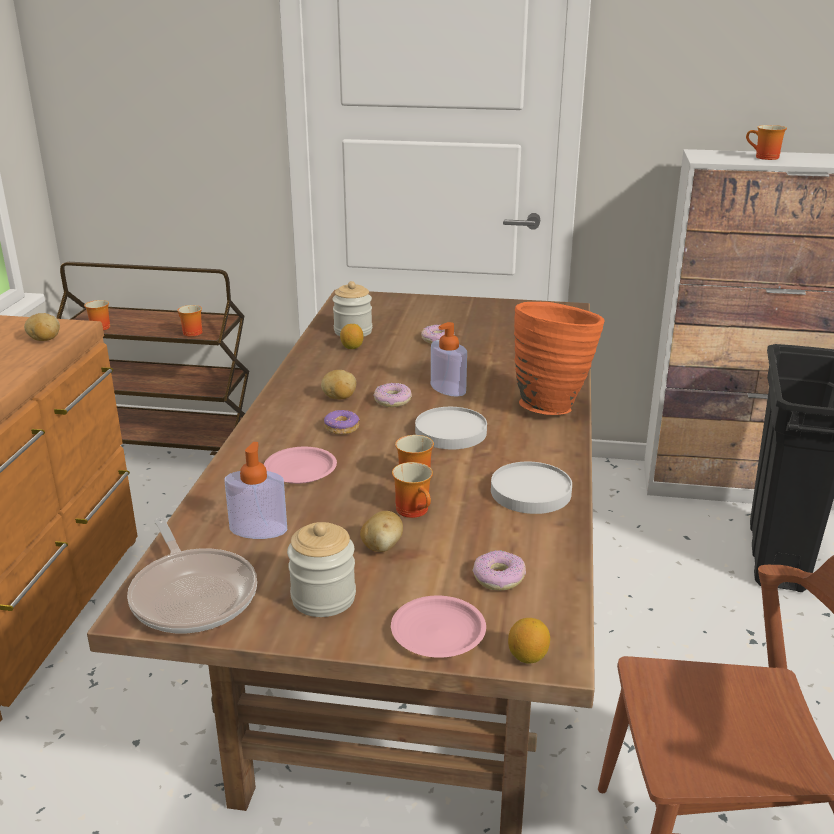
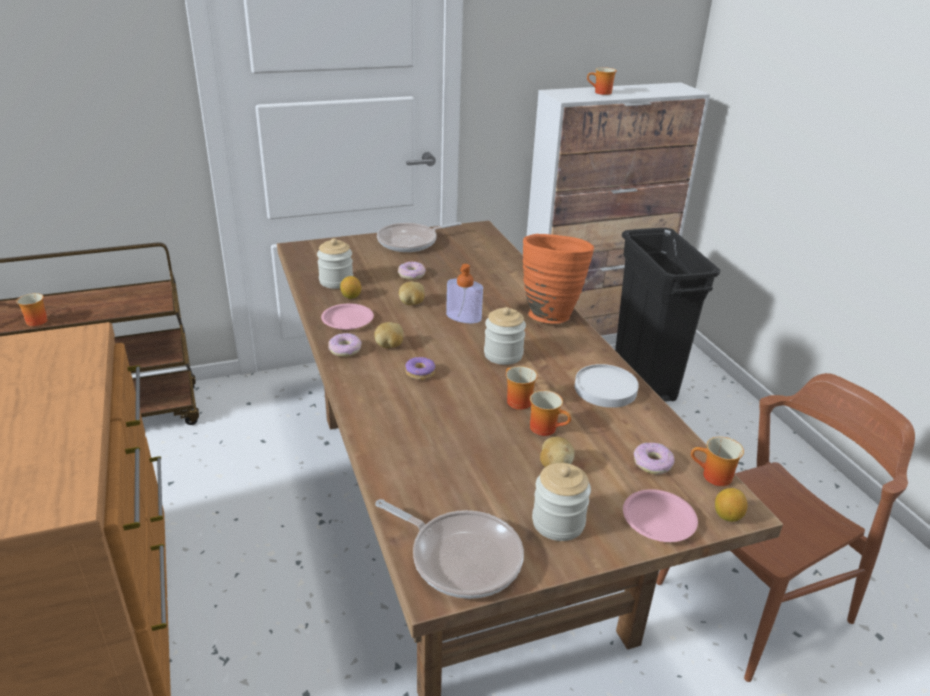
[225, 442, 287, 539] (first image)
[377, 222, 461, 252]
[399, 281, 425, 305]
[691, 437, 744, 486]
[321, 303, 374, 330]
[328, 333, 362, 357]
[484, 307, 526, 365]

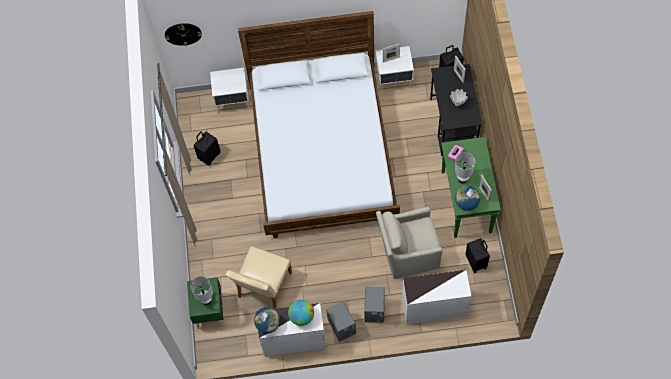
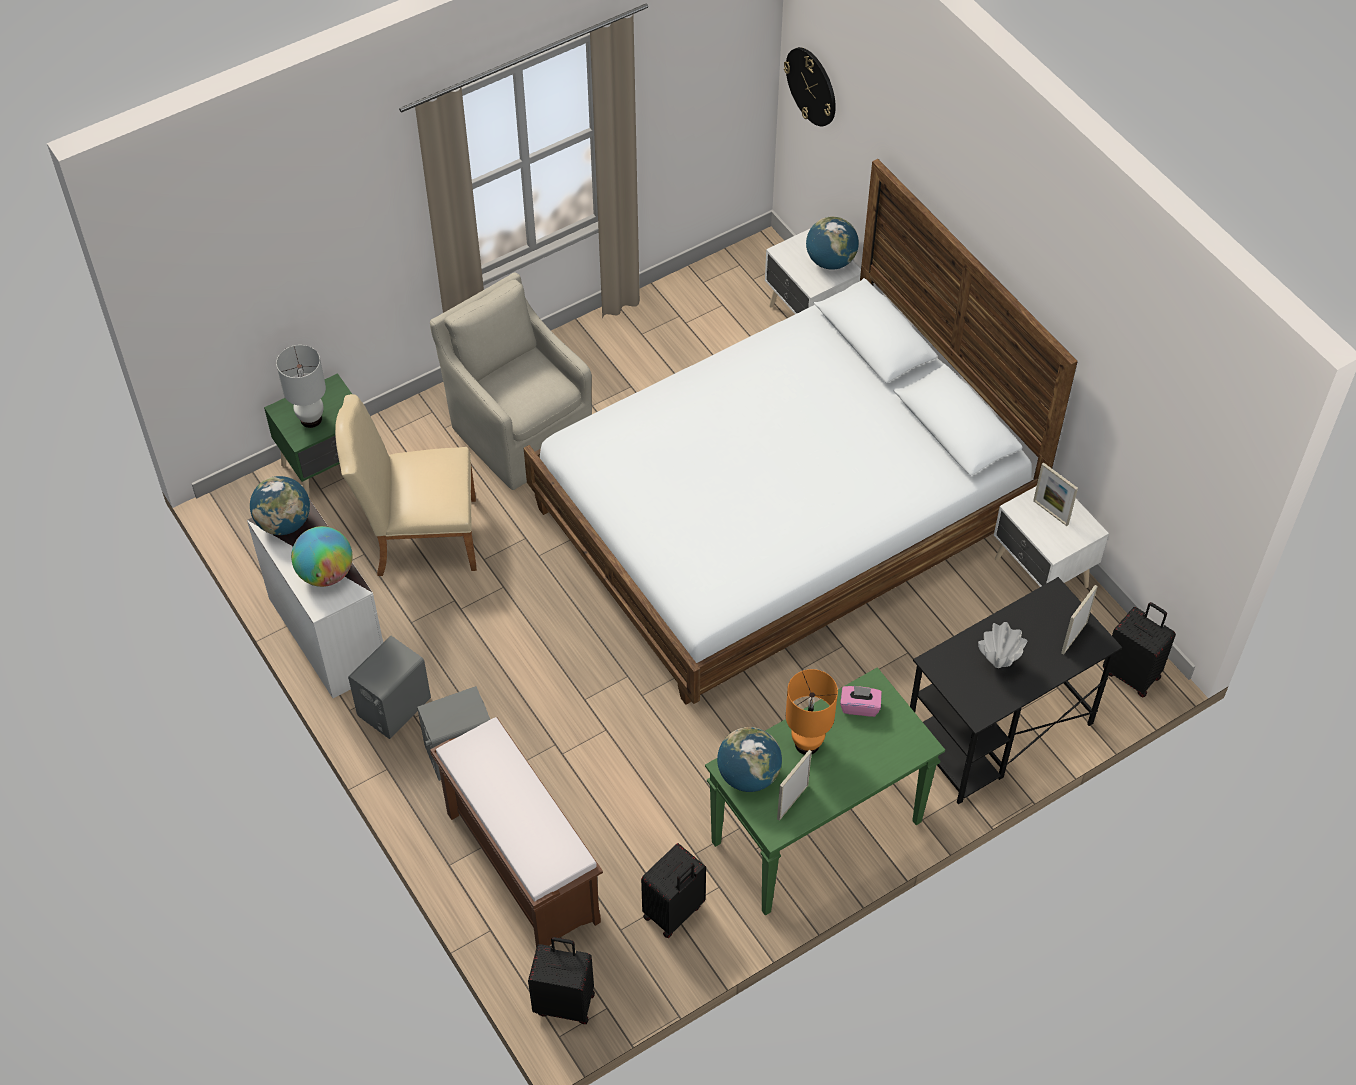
[806, 217, 859, 270]
[528, 937, 595, 1024]
[430, 272, 592, 490]
[430, 717, 603, 948]
[786, 669, 838, 755]

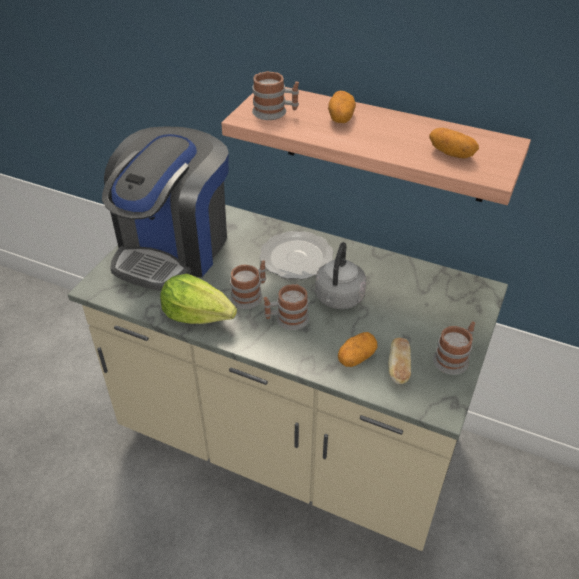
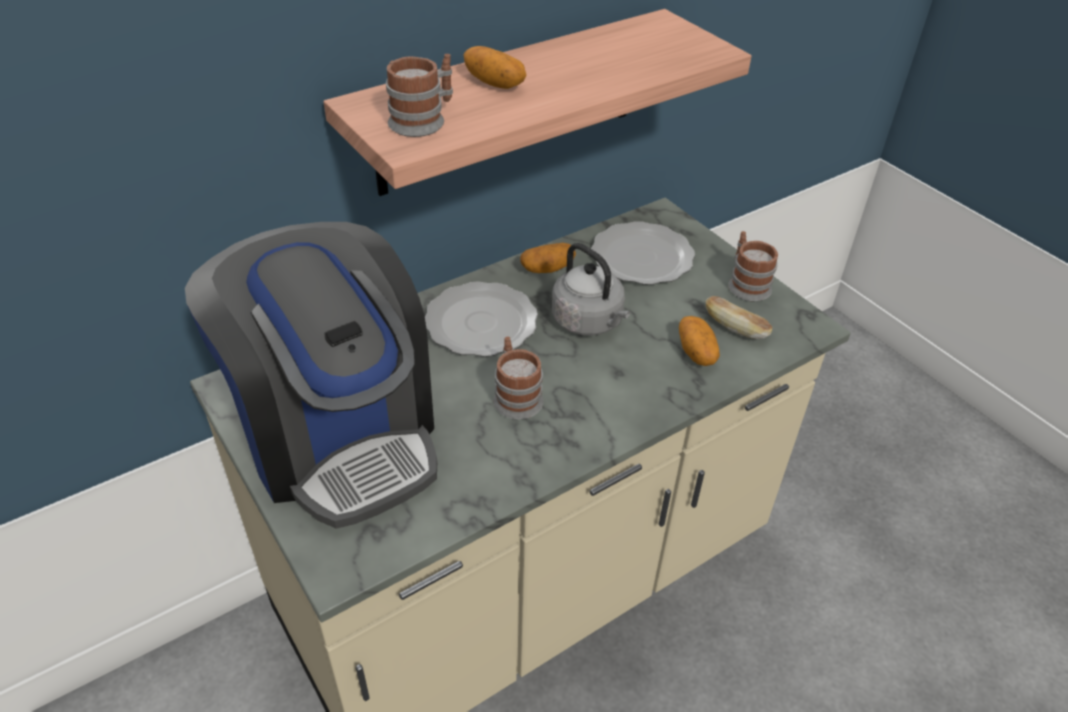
[160, 274, 237, 324] (first image)
[264, 284, 309, 330] (first image)
[591, 221, 695, 285]
[520, 243, 576, 273]

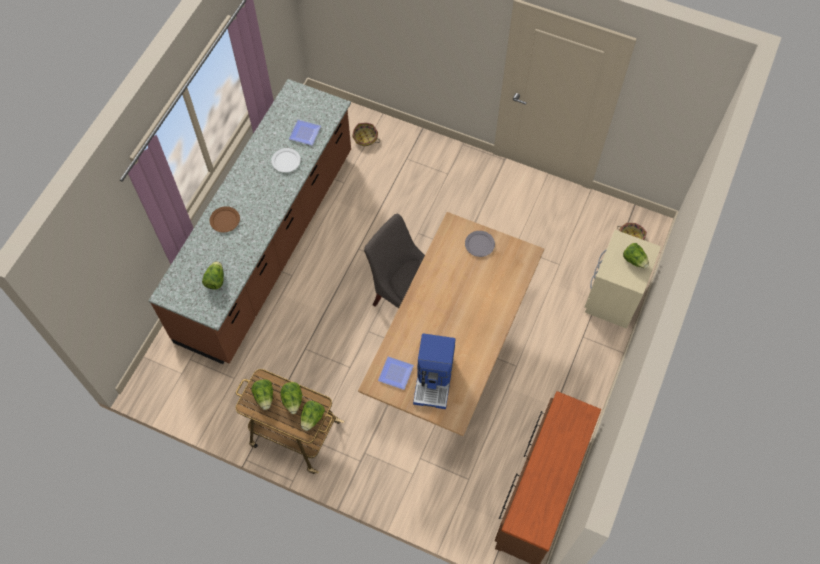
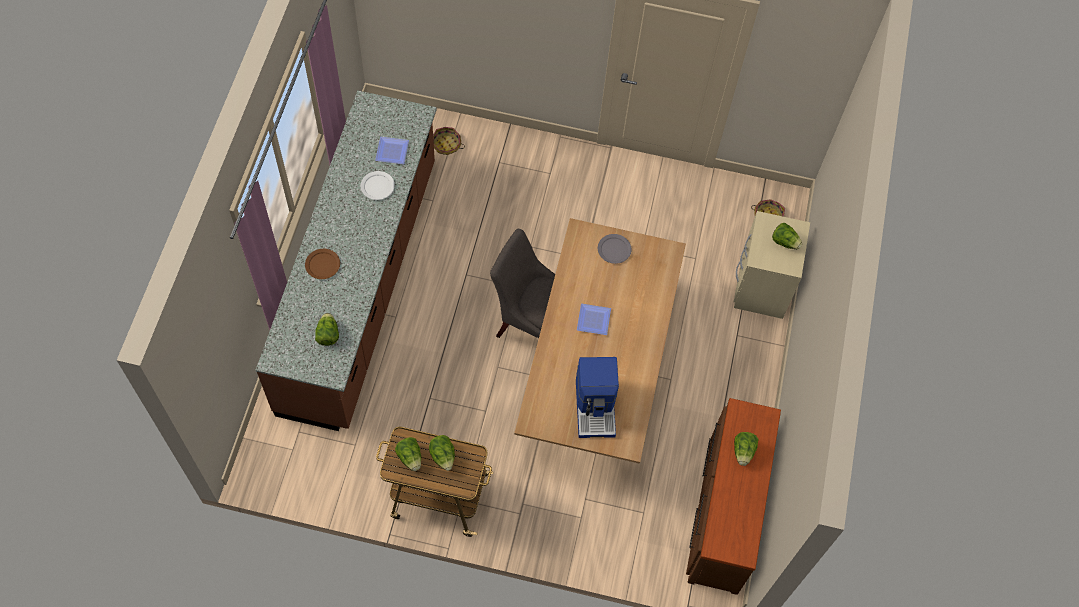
[734, 432, 759, 466]
[577, 303, 611, 335]

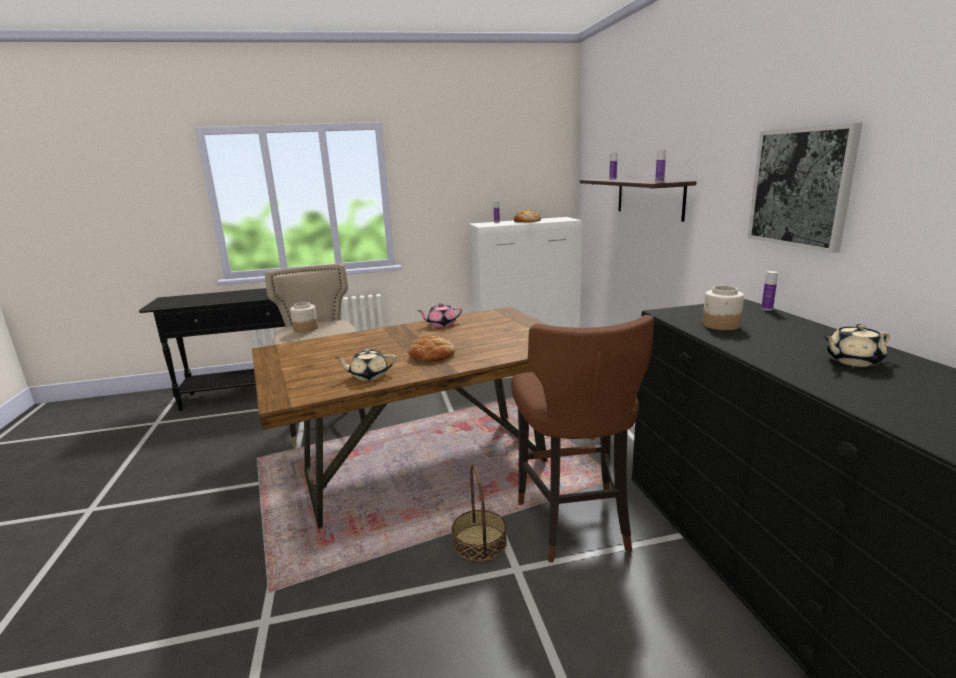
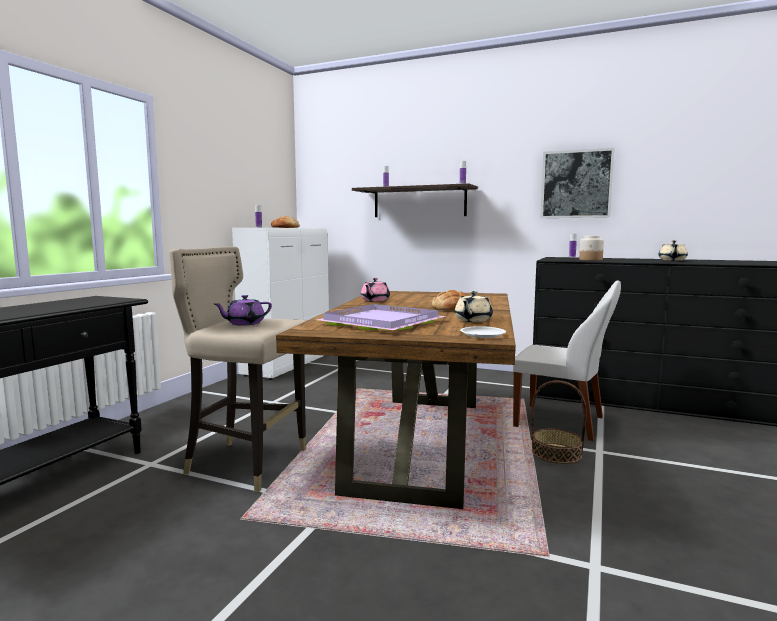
[317, 304, 446, 330]
[460, 326, 506, 338]
[215, 295, 272, 326]
[513, 280, 621, 441]

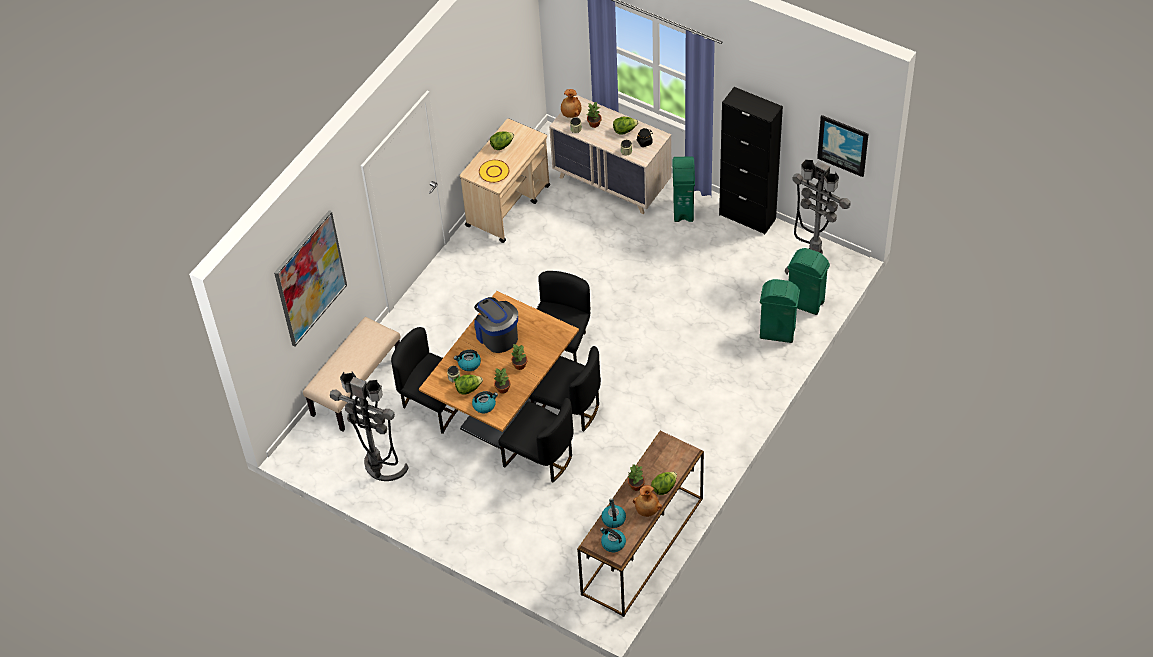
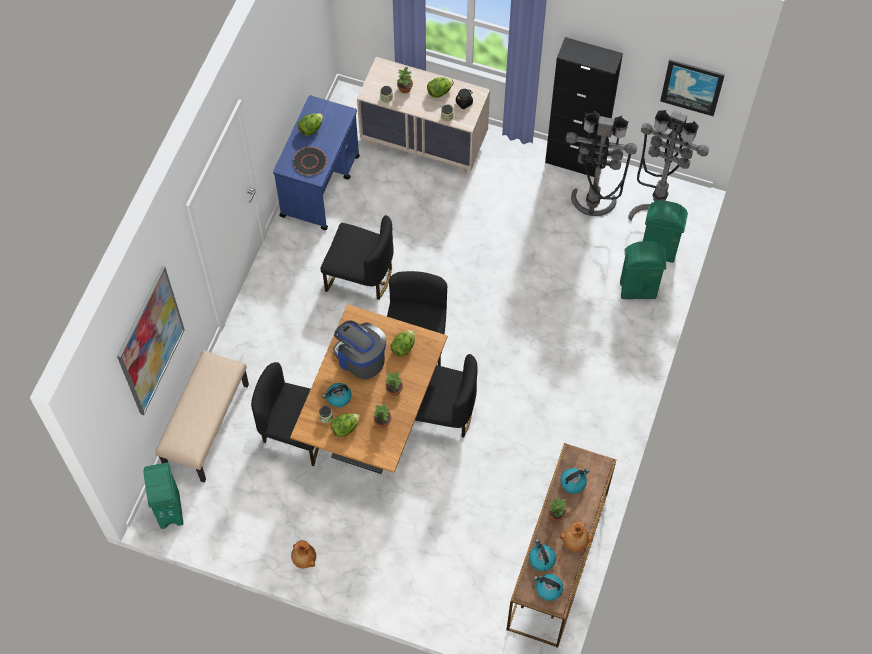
[566, 111, 637, 216]
[560, 468, 589, 494]
[320, 215, 394, 300]
[291, 540, 316, 568]
[390, 330, 415, 356]
[144, 463, 183, 529]
[273, 95, 360, 230]
[293, 147, 327, 175]

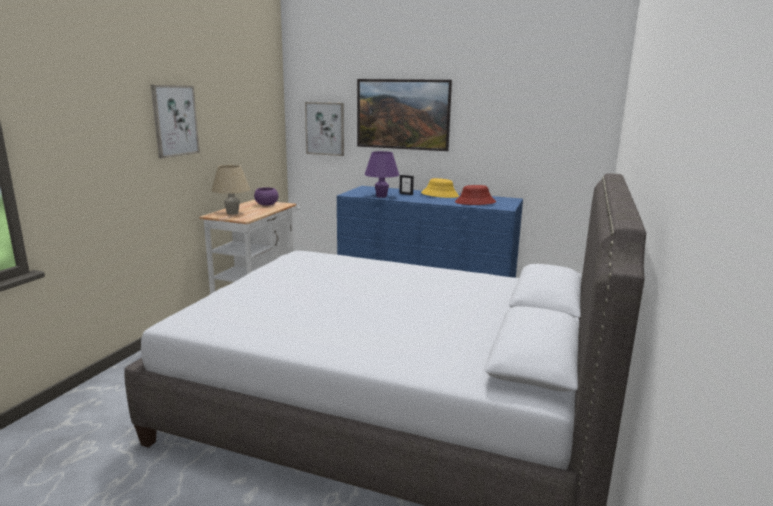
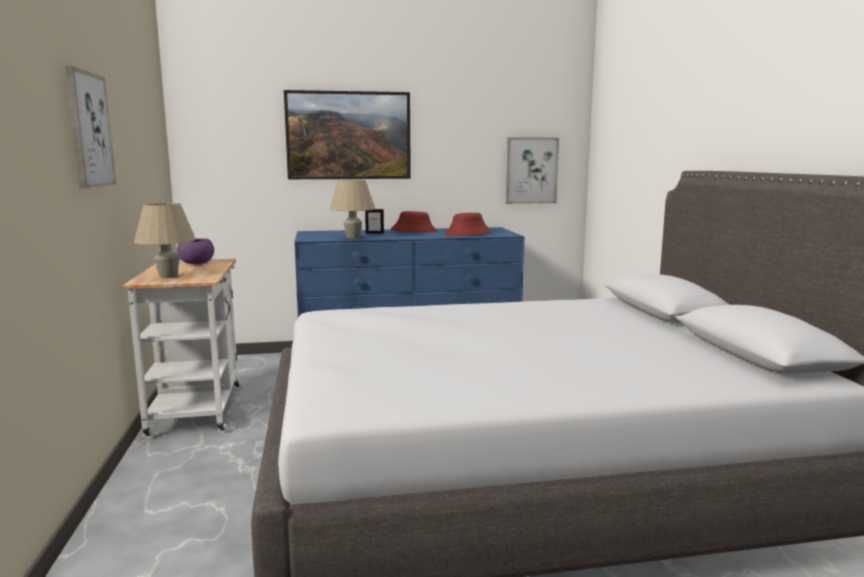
[506, 137, 559, 204]
[330, 179, 375, 239]
[391, 211, 437, 232]

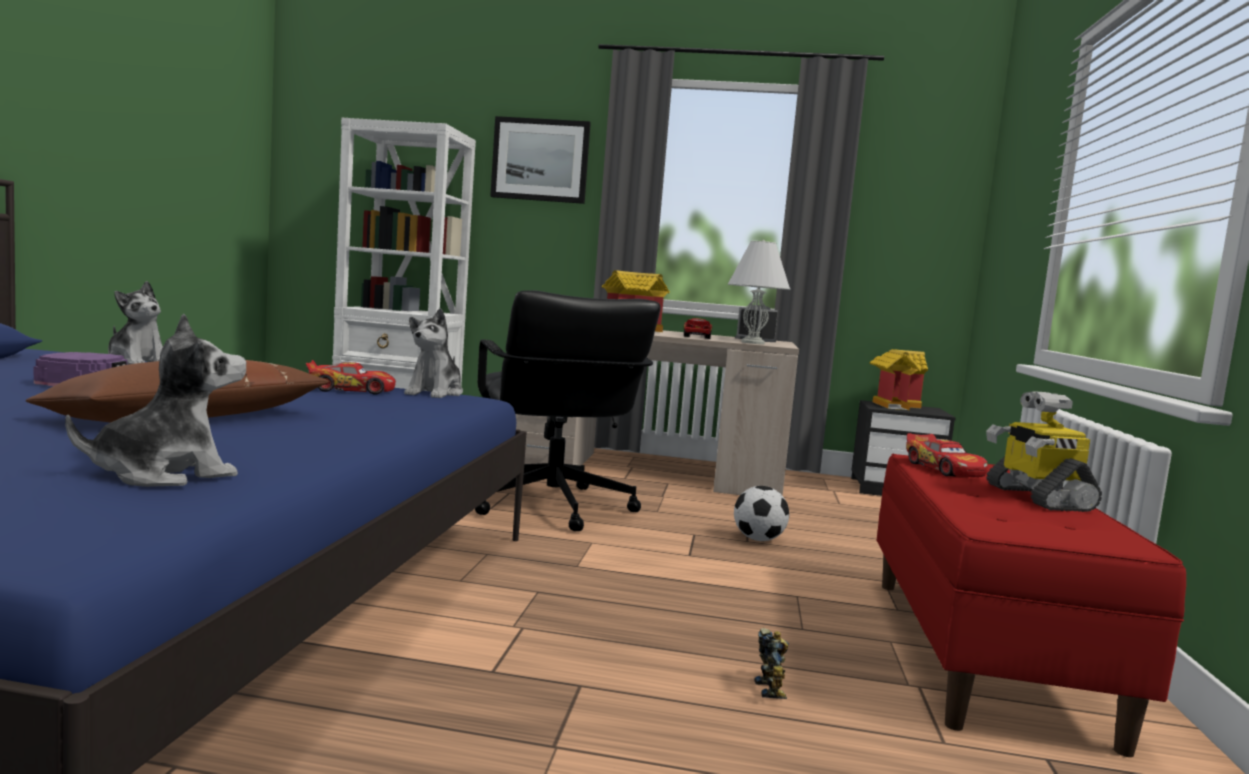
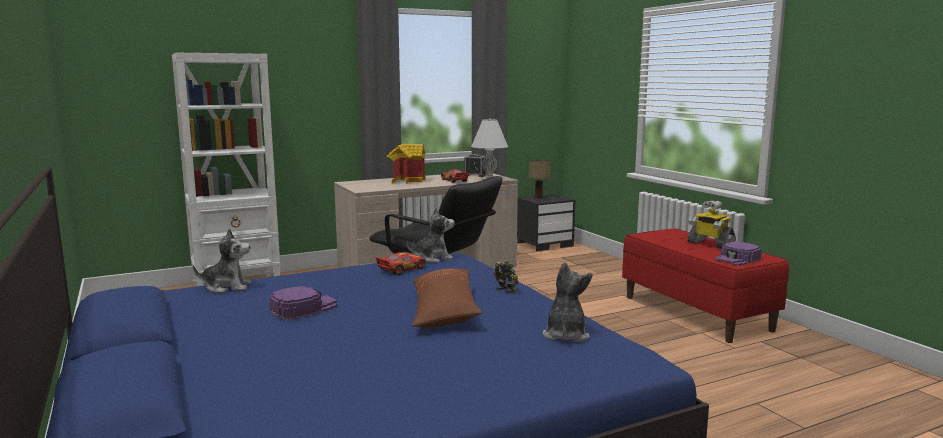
[490, 116, 591, 204] (first image)
[734, 486, 789, 541] (first image)
[906, 433, 988, 477] (first image)
[715, 242, 762, 265]
[494, 260, 518, 293]
[529, 160, 550, 199]
[407, 207, 454, 263]

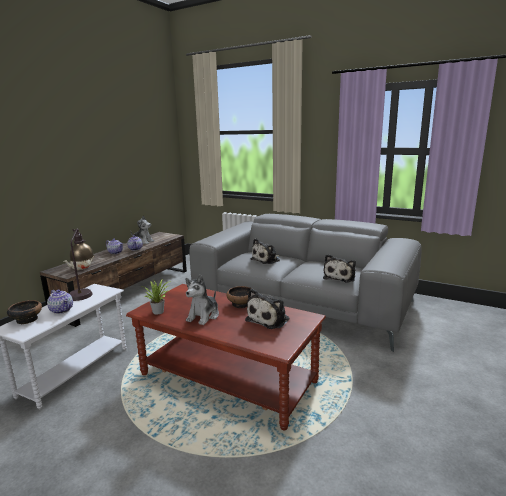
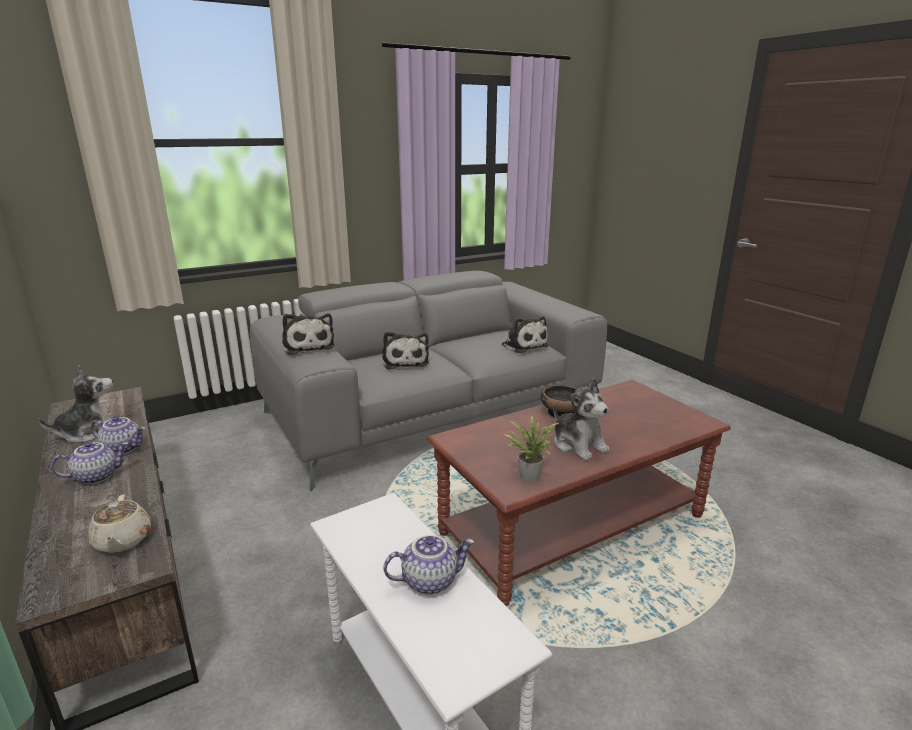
[7, 300, 42, 324] (first image)
[69, 229, 95, 301] (first image)
[282, 313, 335, 355]

